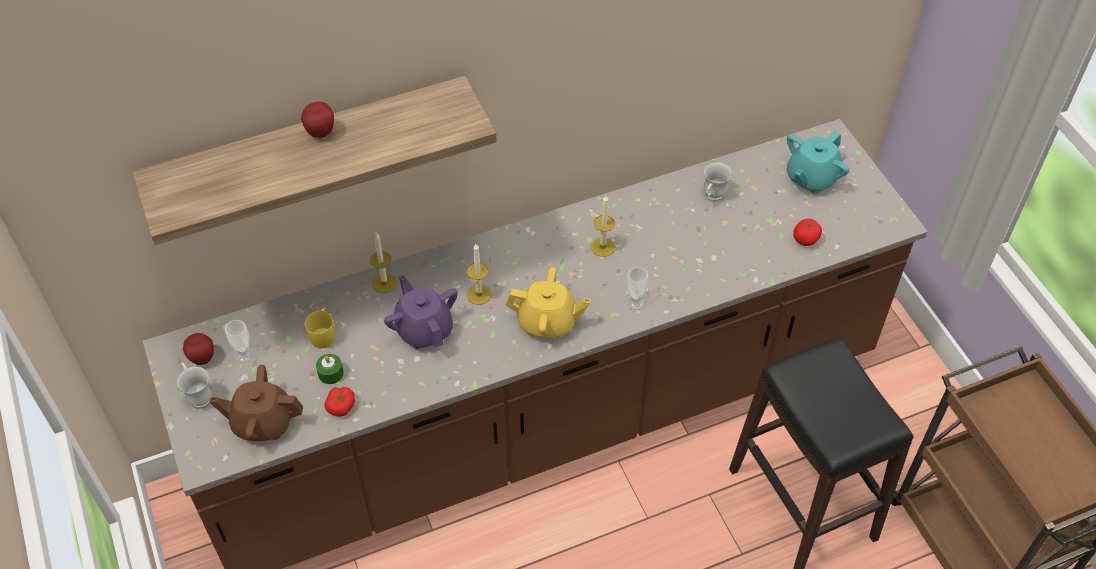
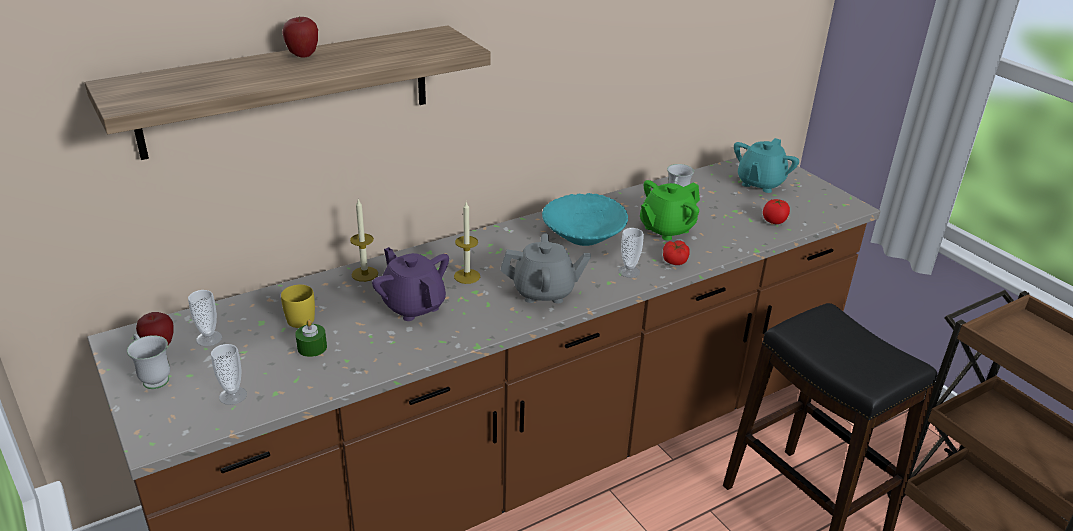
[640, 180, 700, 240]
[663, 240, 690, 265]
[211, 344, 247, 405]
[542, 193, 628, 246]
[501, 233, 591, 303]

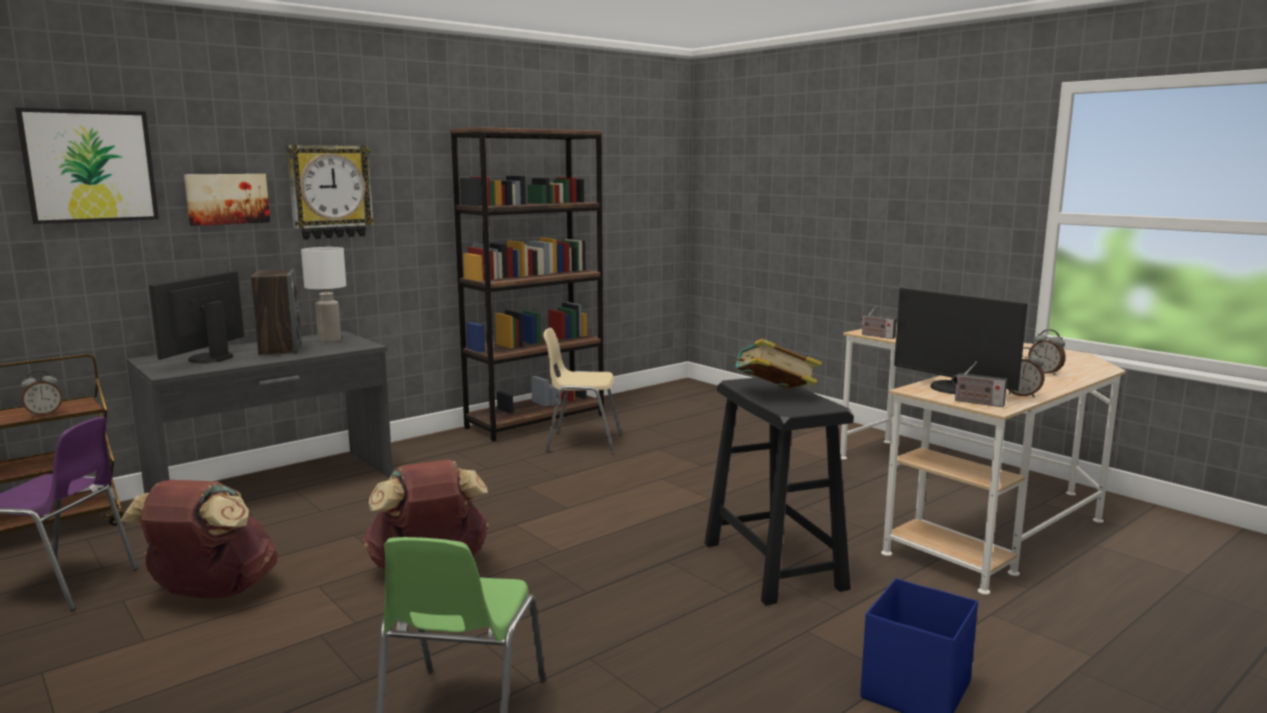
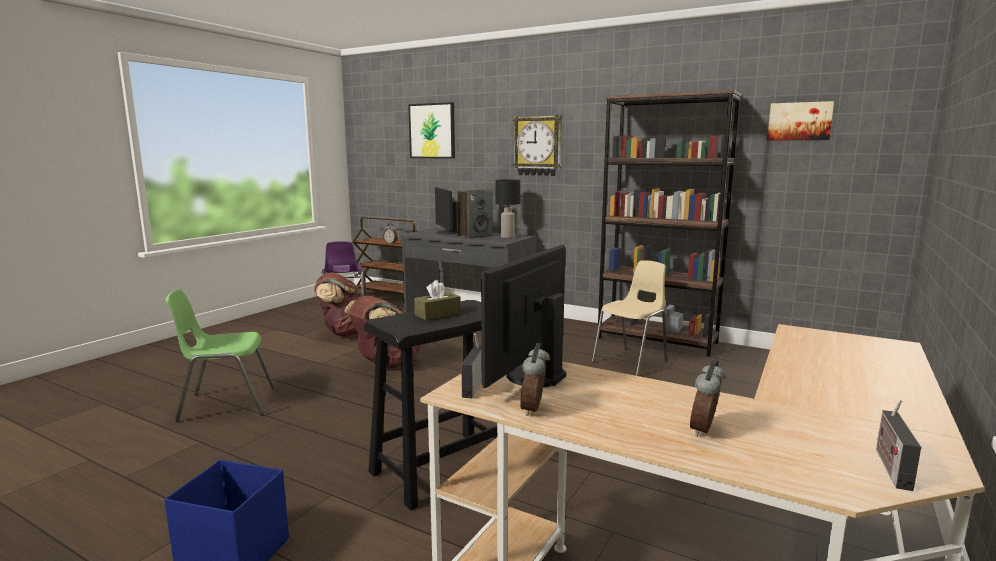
[767, 101, 834, 141]
[876, 399, 921, 491]
[414, 280, 461, 320]
[495, 179, 520, 238]
[435, 187, 458, 234]
[592, 260, 667, 376]

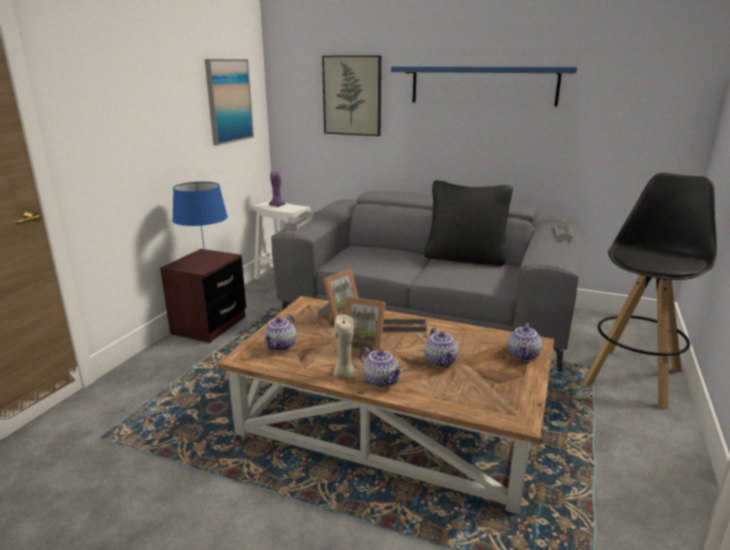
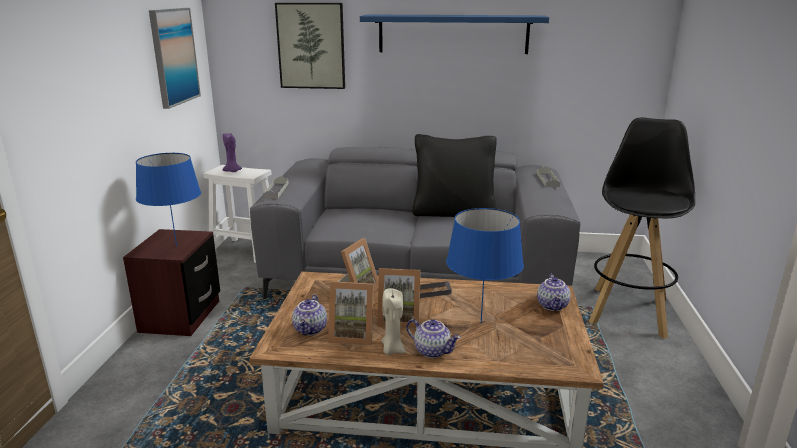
[328, 281, 374, 346]
[446, 208, 524, 323]

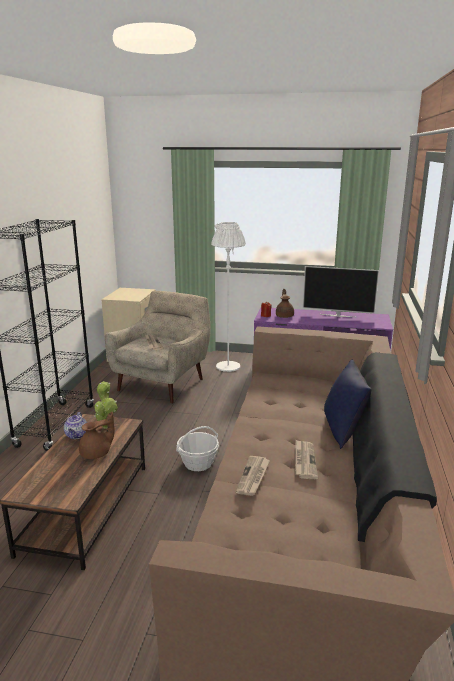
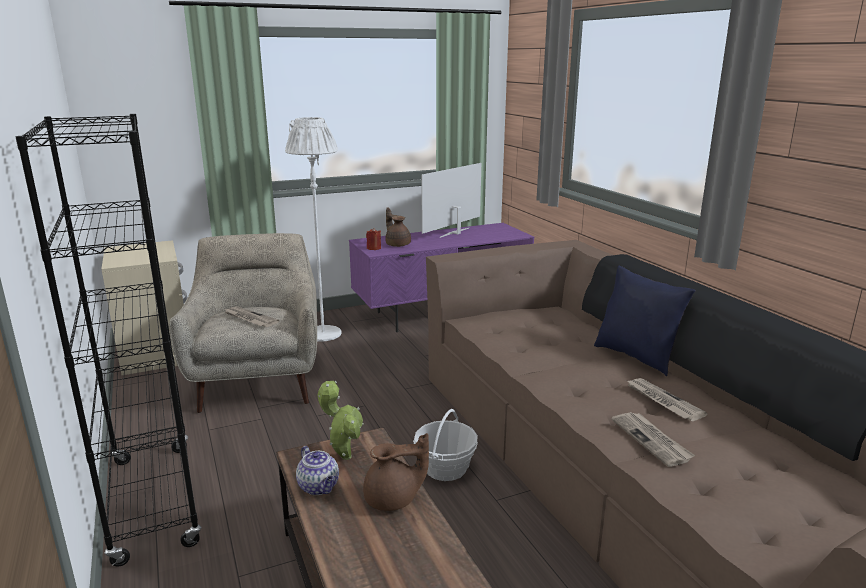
[363, 433, 429, 511]
[421, 163, 481, 238]

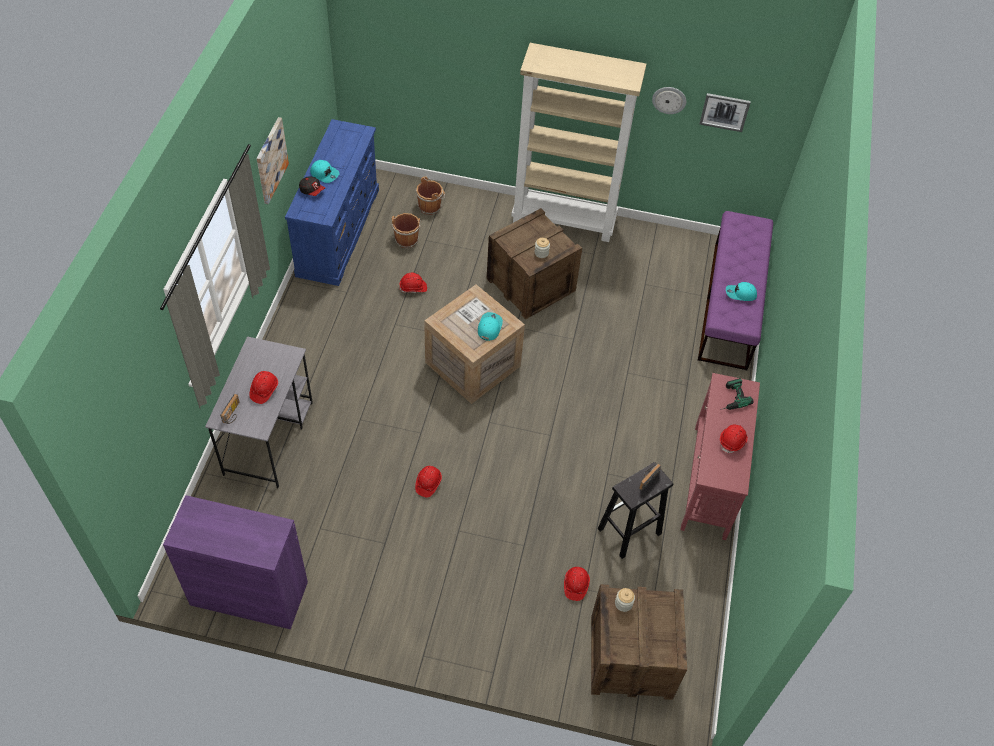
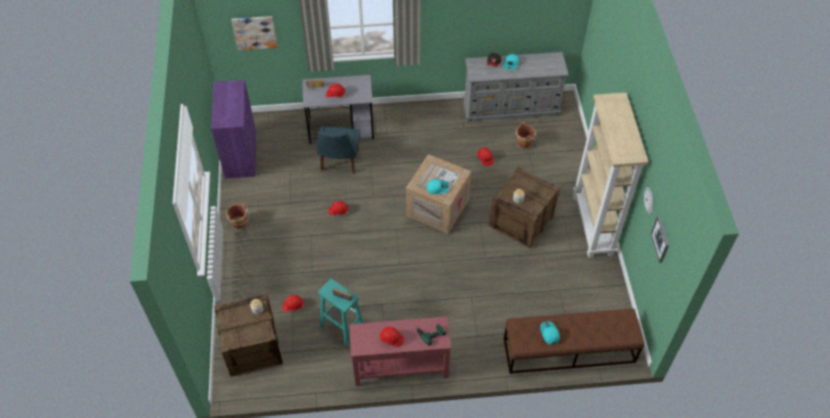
[316, 126, 360, 173]
[231, 16, 277, 50]
[226, 203, 249, 230]
[463, 52, 569, 122]
[318, 279, 363, 346]
[504, 308, 644, 374]

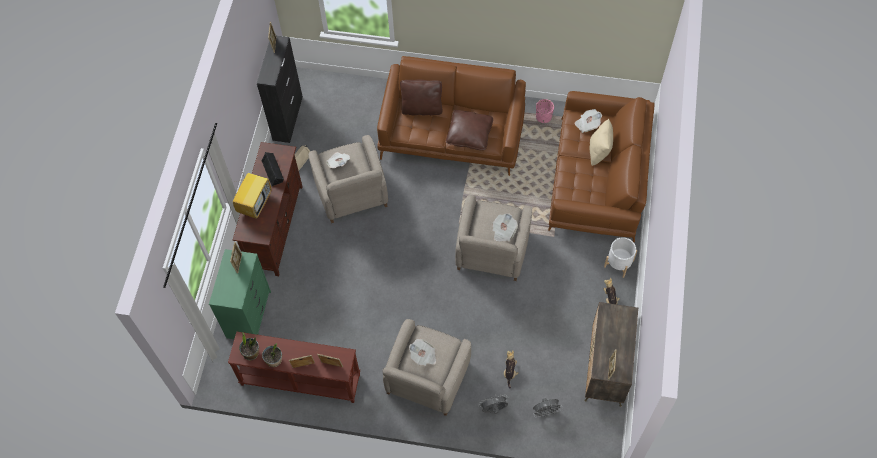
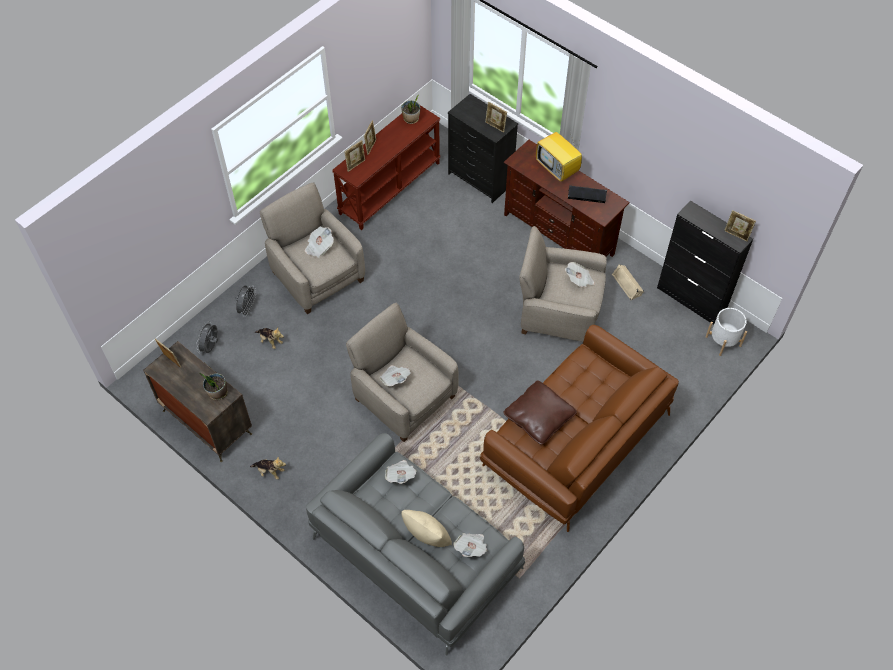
[400, 80, 443, 116] (first image)
[536, 99, 554, 123] (first image)
[385, 460, 417, 484]
[199, 373, 228, 400]
[705, 308, 747, 356]
[448, 94, 518, 203]
[306, 433, 525, 655]

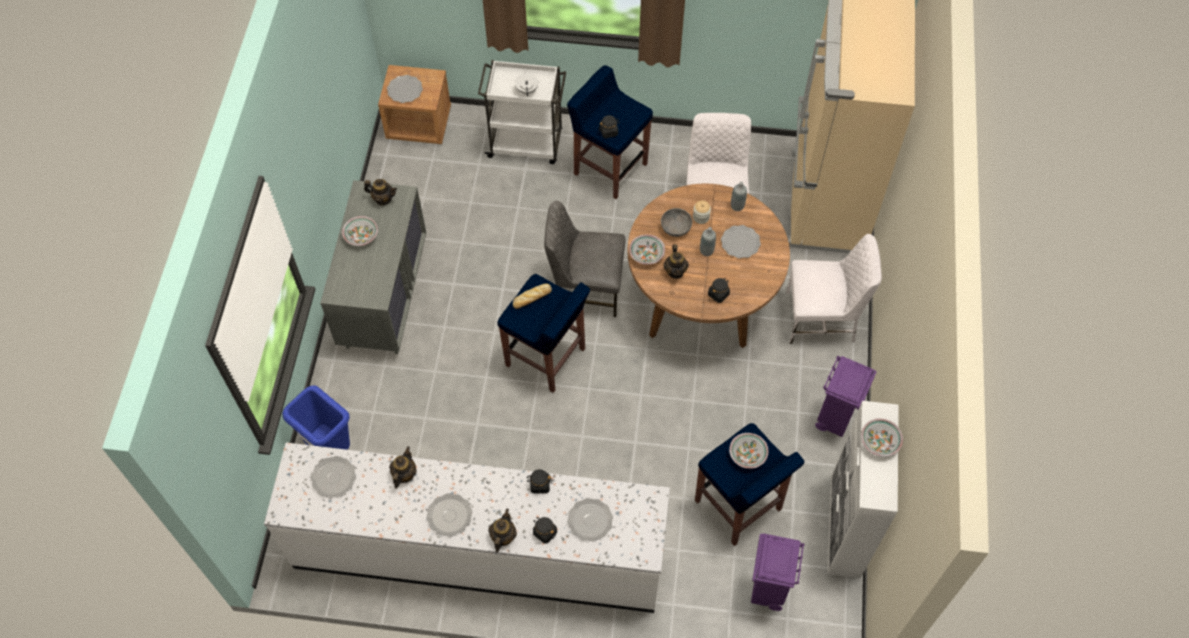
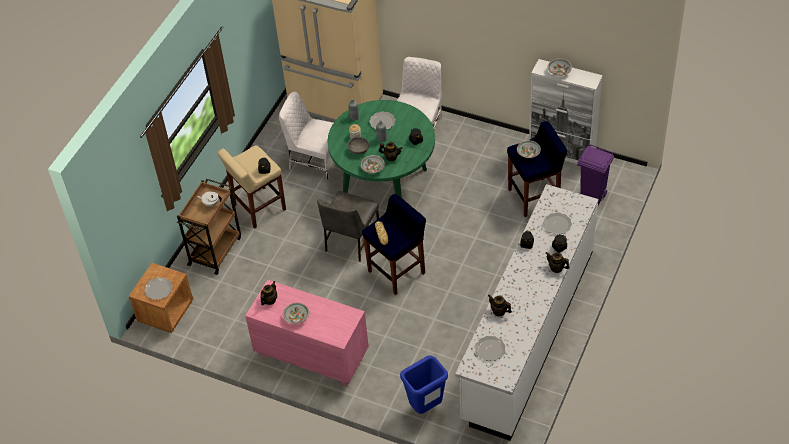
[426, 493, 472, 537] (first image)
[815, 356, 876, 437] (first image)
[245, 280, 369, 386]
[177, 179, 241, 275]
[218, 145, 286, 229]
[328, 100, 435, 198]

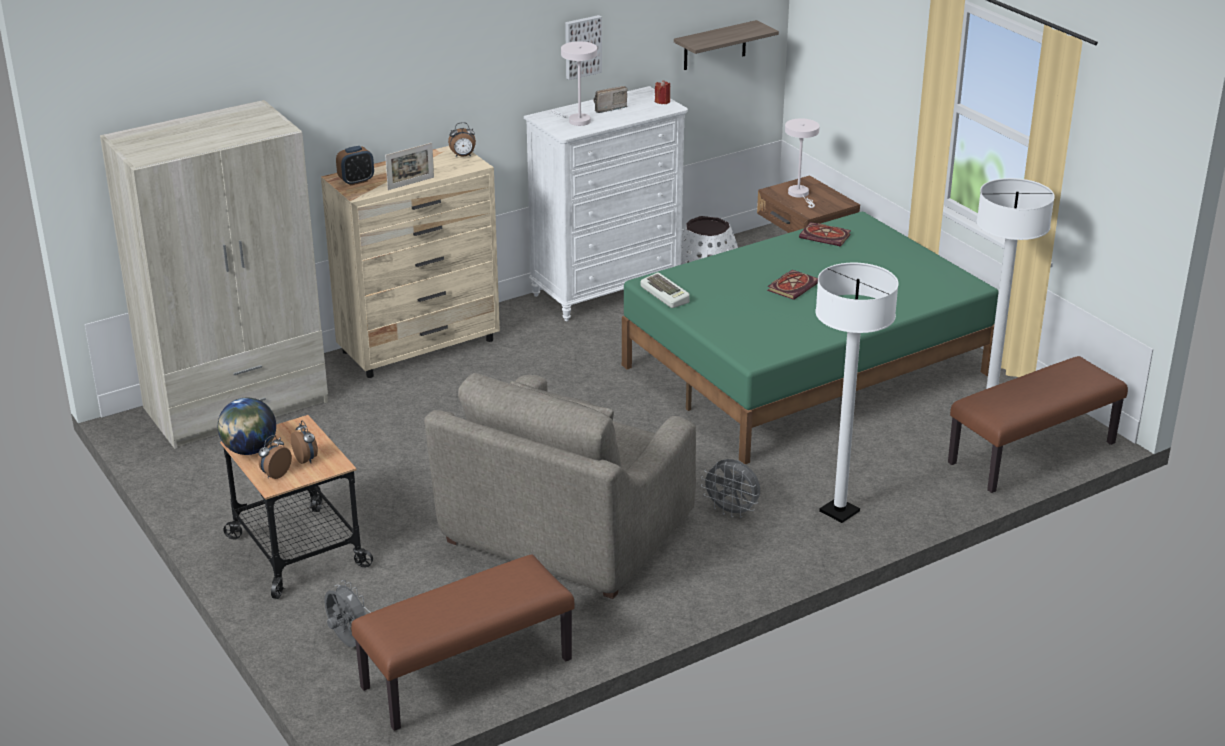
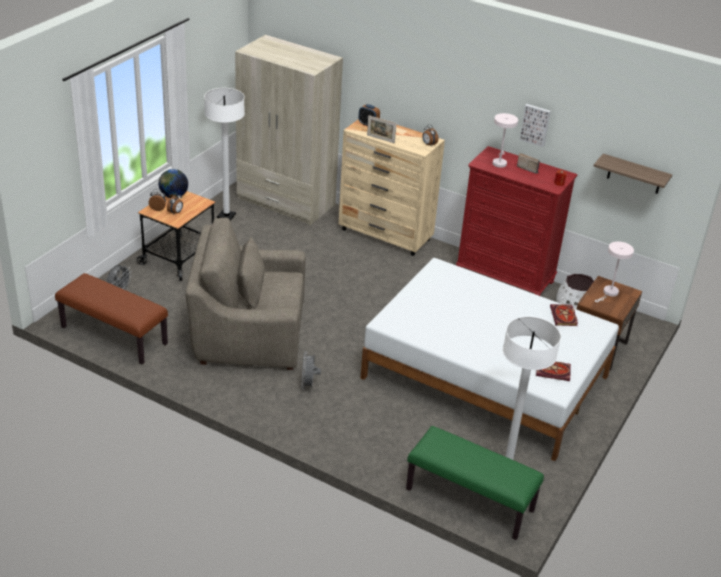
[641, 272, 690, 308] (first image)
[536, 362, 571, 381]
[204, 88, 245, 221]
[456, 146, 578, 296]
[361, 258, 619, 461]
[406, 426, 544, 540]

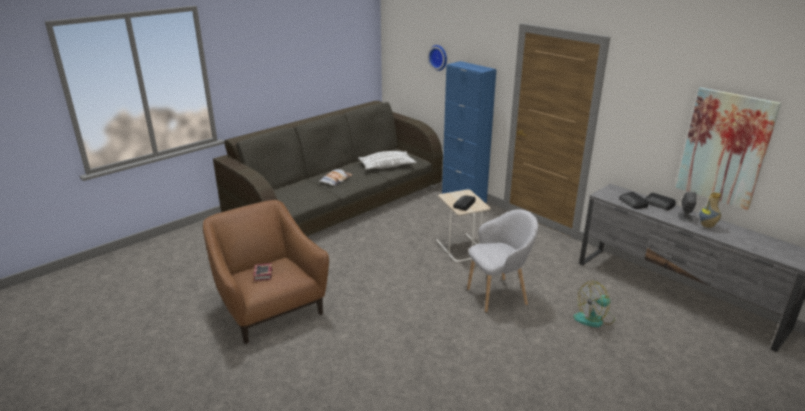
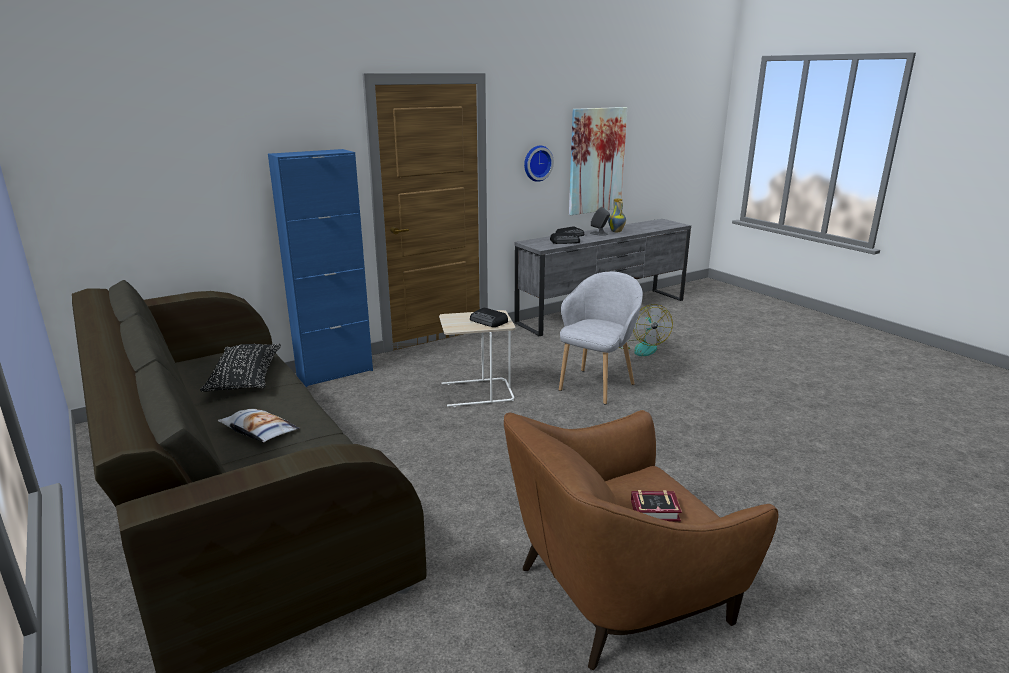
[524, 145, 554, 182]
[200, 344, 281, 392]
[559, 272, 643, 404]

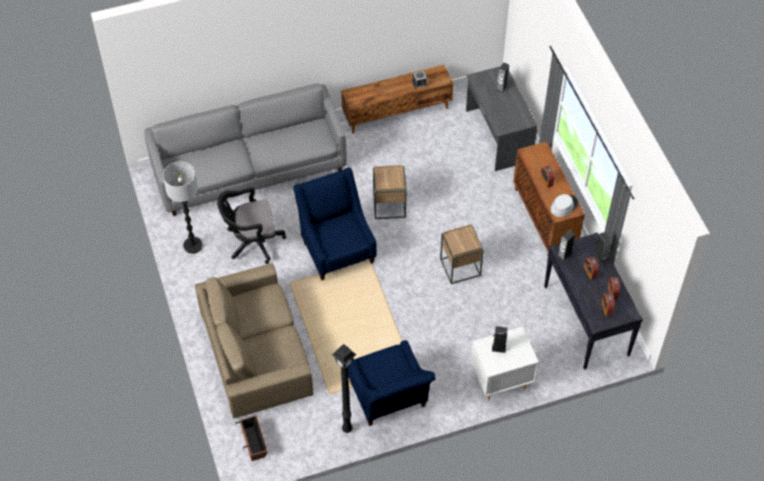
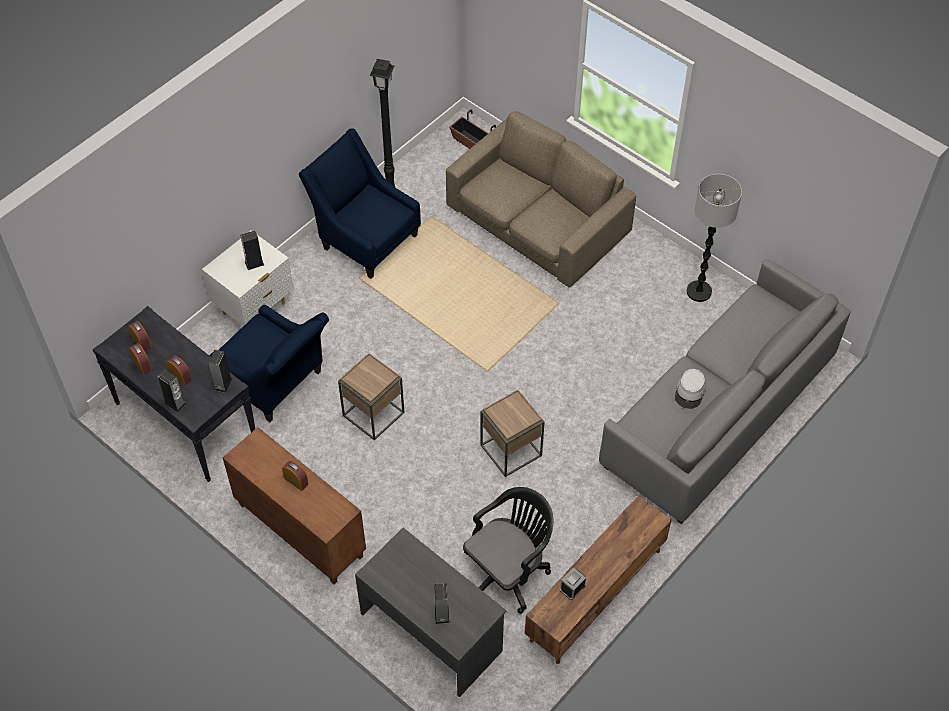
[463, 487, 553, 614]
[209, 305, 329, 422]
[675, 369, 706, 409]

